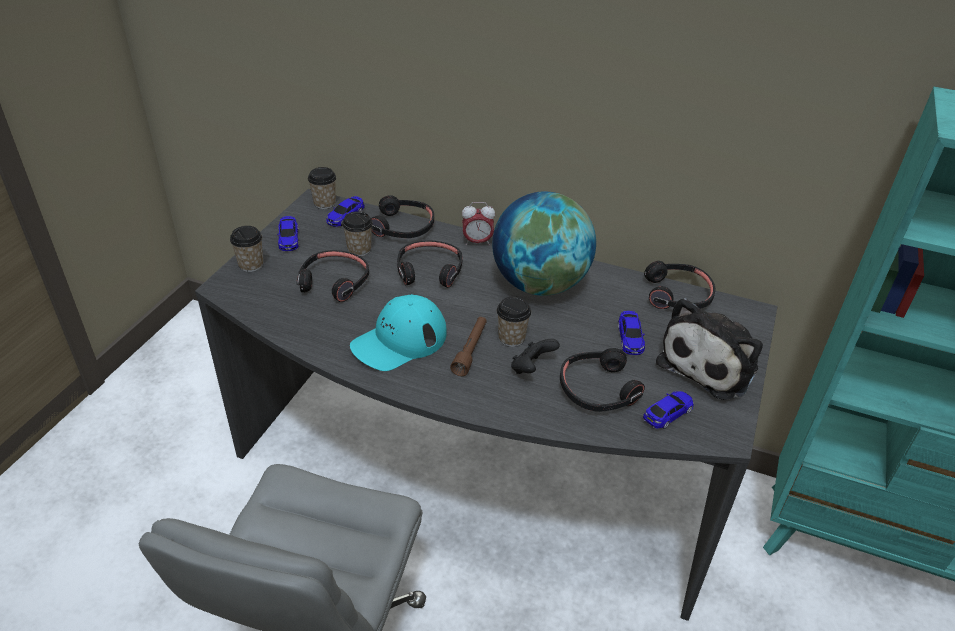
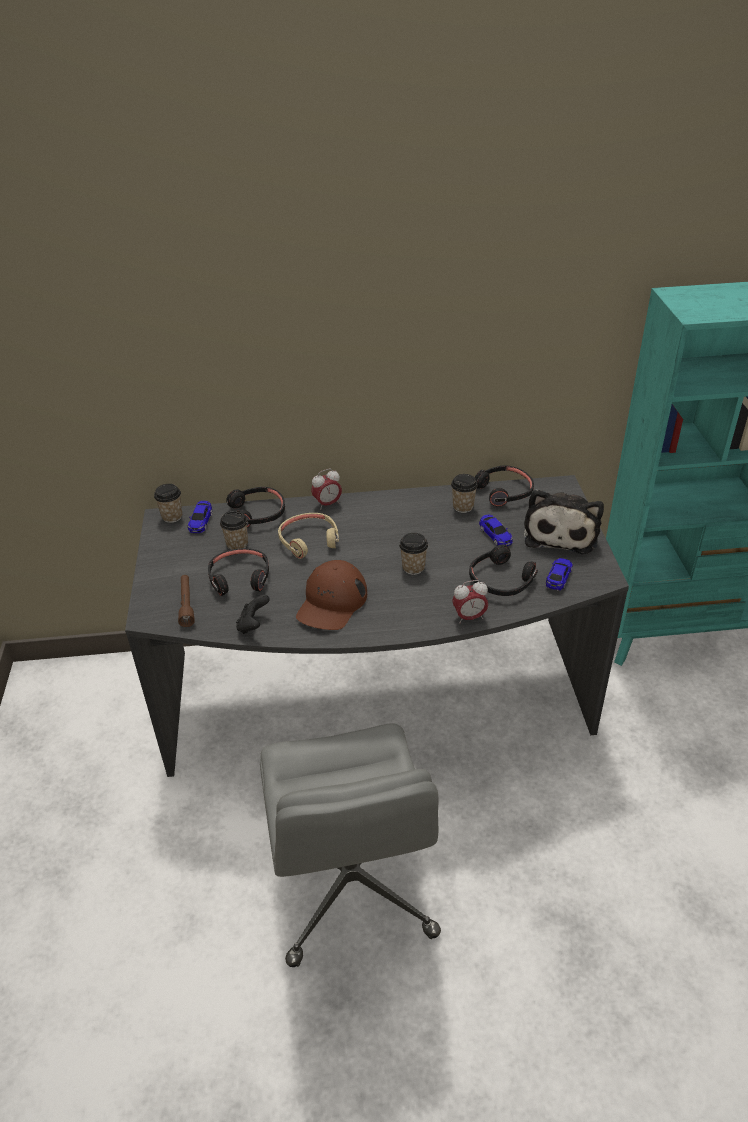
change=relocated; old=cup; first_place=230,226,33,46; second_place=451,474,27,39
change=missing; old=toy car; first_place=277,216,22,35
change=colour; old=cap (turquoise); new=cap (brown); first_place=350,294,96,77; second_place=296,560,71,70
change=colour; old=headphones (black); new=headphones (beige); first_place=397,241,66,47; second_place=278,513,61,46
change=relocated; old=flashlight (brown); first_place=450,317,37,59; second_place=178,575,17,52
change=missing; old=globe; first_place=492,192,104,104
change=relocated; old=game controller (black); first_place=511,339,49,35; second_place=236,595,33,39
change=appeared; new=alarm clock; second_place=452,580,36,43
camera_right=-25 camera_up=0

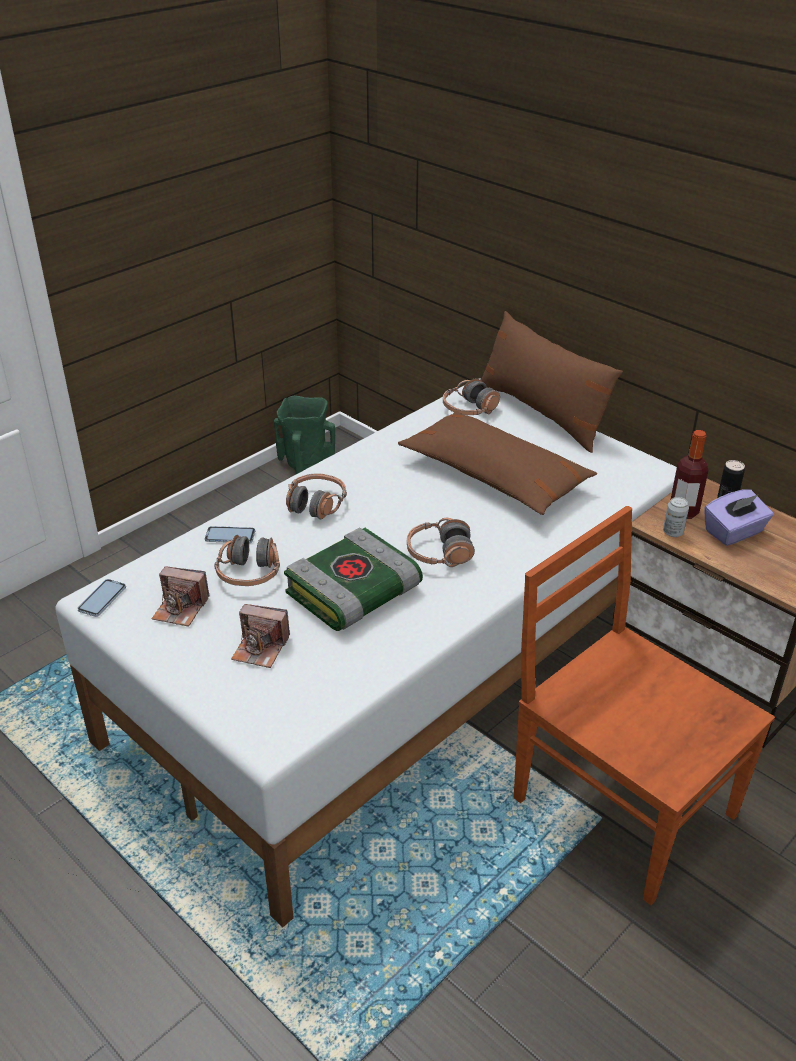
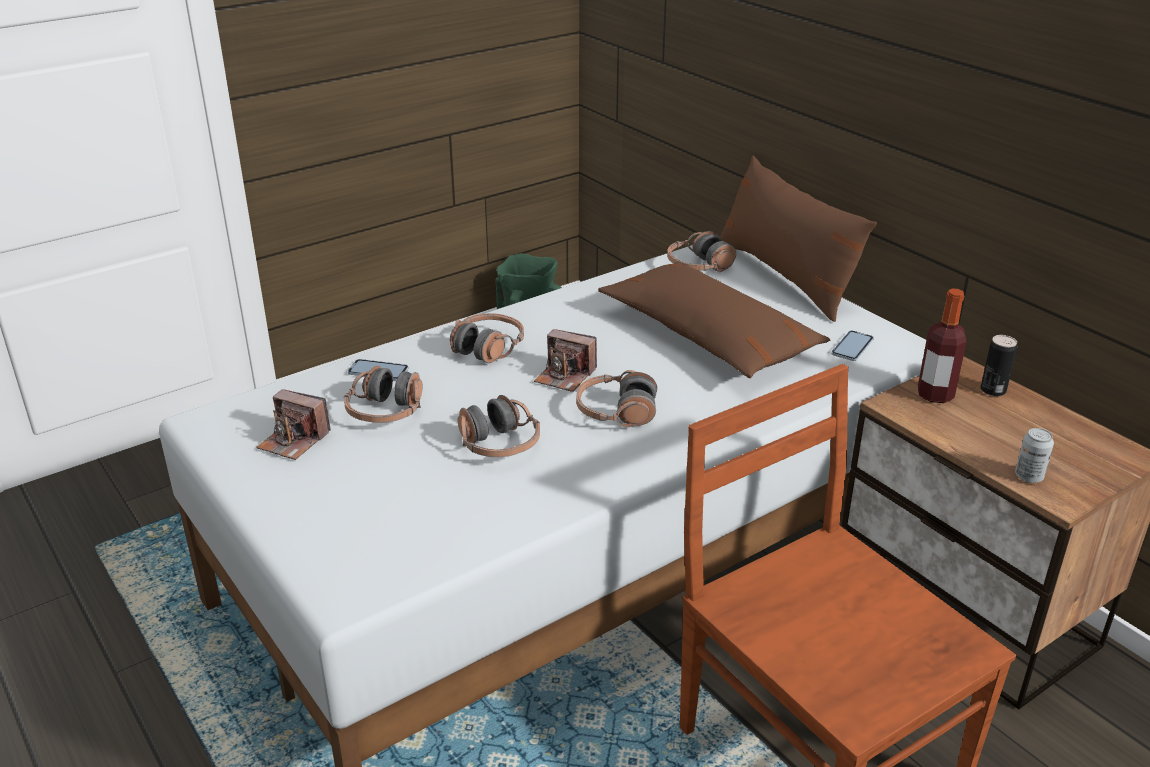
change=relocated; old=phone; first_place=77,579,49,38; second_place=831,330,43,31
change=relocated; old=photo camera; first_place=231,604,59,64; second_place=534,329,63,63
change=exchanged; old=book; new=headphones; first_place=284,527,139,104; second_place=458,395,82,62
change=relocated; old=can; first_place=663,497,26,40; second_place=1015,428,39,55
change=missing; old=tissue box (purple); first_place=704,489,70,57
camera_right=10 camera_up=-5

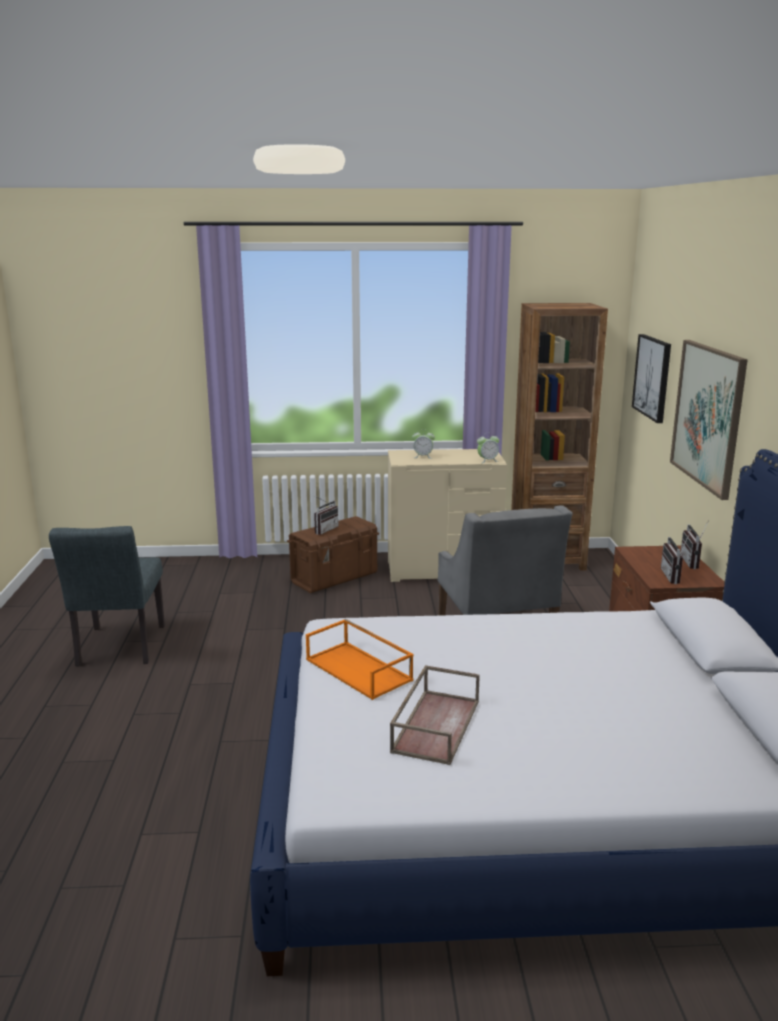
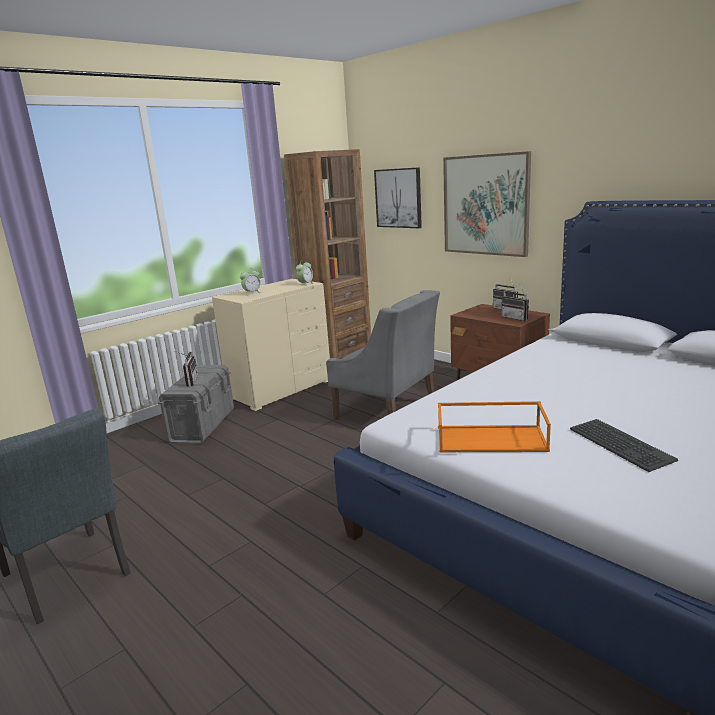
change=colour; old=storage box (brown); new=storage box (grey); first_place=287,516,92,77; second_place=158,365,76,79
change=exchanged; old=tray (brown); new=keyboard; first_place=390,665,90,100; second_place=570,419,108,53
camera_right=-40 camera_up=0

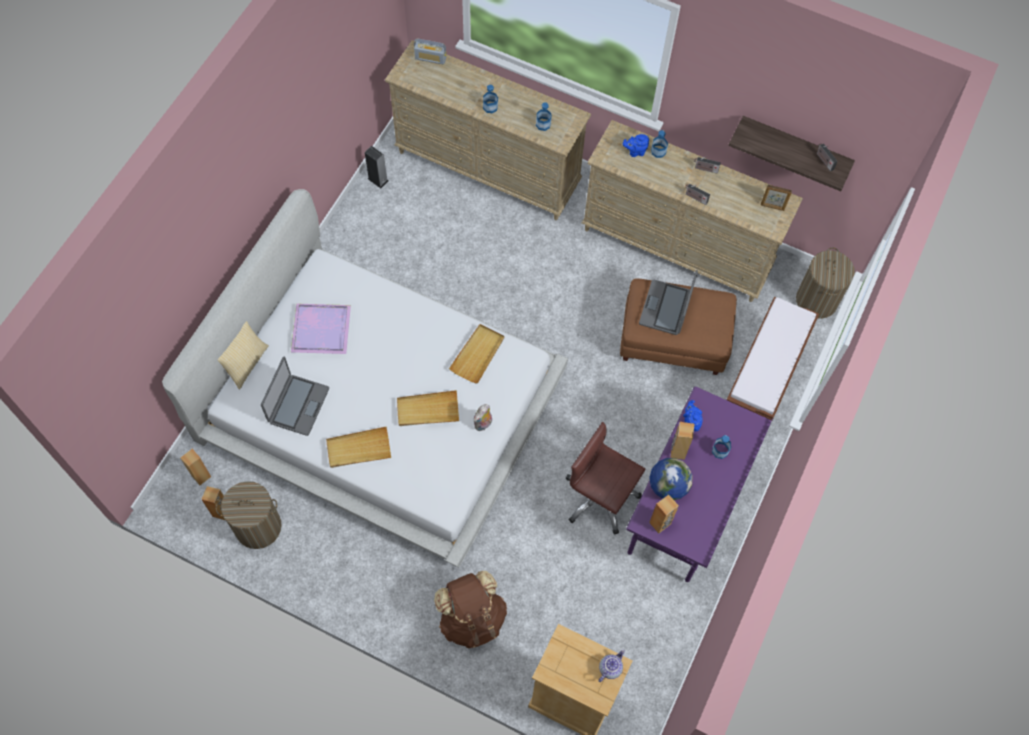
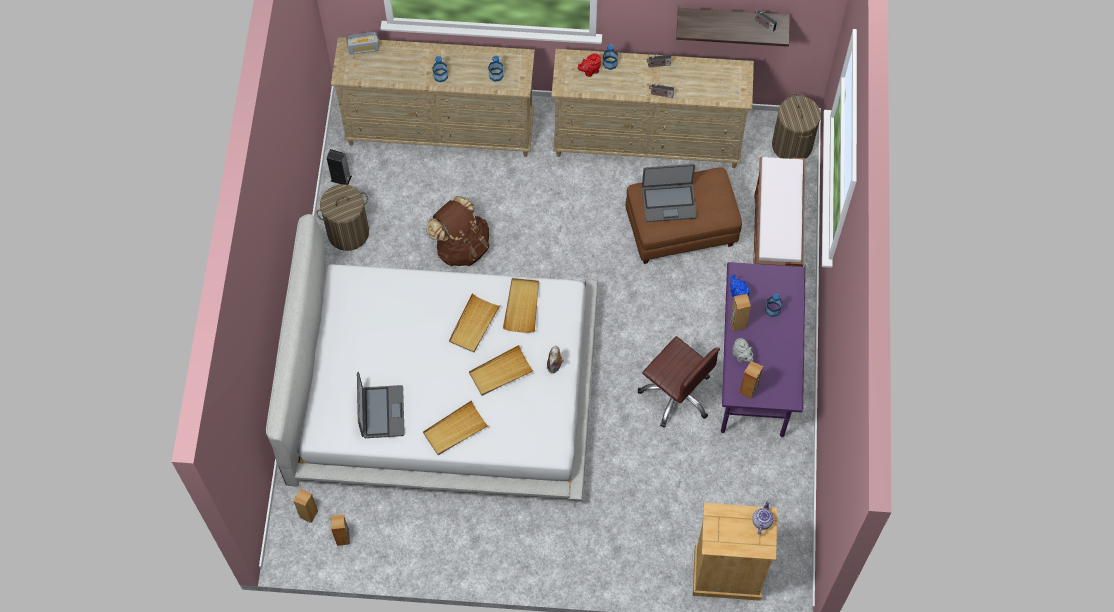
change=relocated; old=laundry basket; first_place=216,481,66,68; second_place=316,184,53,67
change=missing; old=pillow; first_place=218,321,51,69
change=missing; old=tray (purple); first_place=291,303,60,51
change=relocated; old=backpack (brown); first_place=434,571,73,78; second_place=426,196,63,70
change=spun; old=office chair (brown); first_place=566,422,79,113; second_place=638,336,82,92; degrees=-150
change=colour; old=teapot (blue); new=teapot (red); first_place=623,134,26,23; second_place=578,53,23,24
change=spun; old=laptop; first_place=639,270,59,65; second_place=642,164,55,58; degrees=-90
change=exchanged; old=globe; new=teapot (grey); first_place=649,458,44,42; second_place=733,338,21,24
change=missing; old=picture frame; first_place=761,185,31,26
change=appeared; new=tray (beige); second_place=449,293,52,60
camera_right=-20 camera_up=0

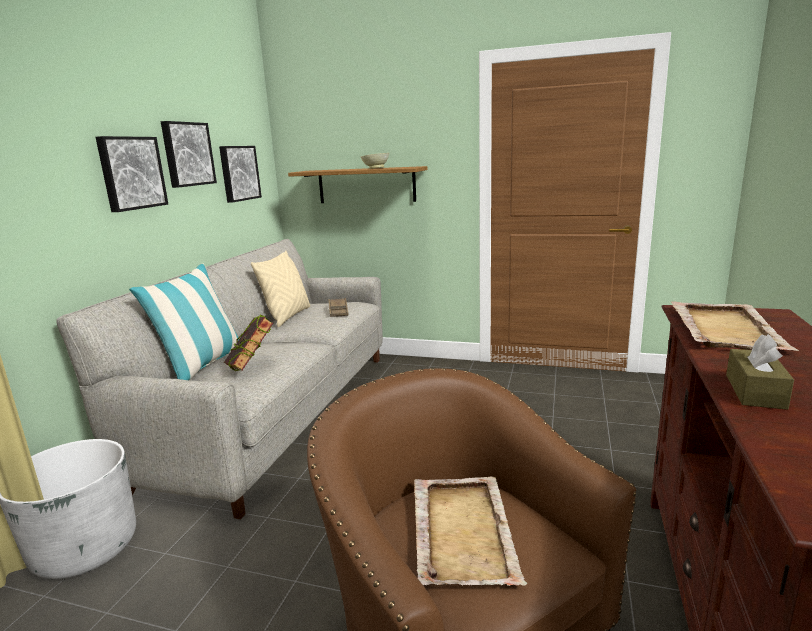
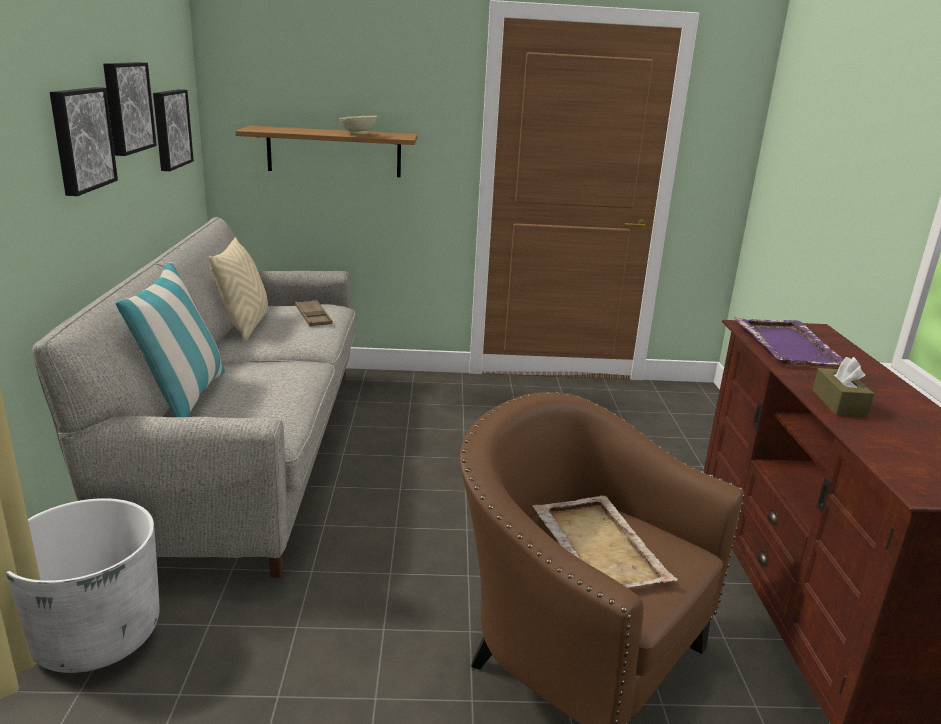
change=missing; old=book; first_place=224,315,49,56
change=colour; old=tray (beige); new=tray (purple); first_place=671,301,128,50; second_place=734,317,110,50
camera_right=-20 camera_up=5

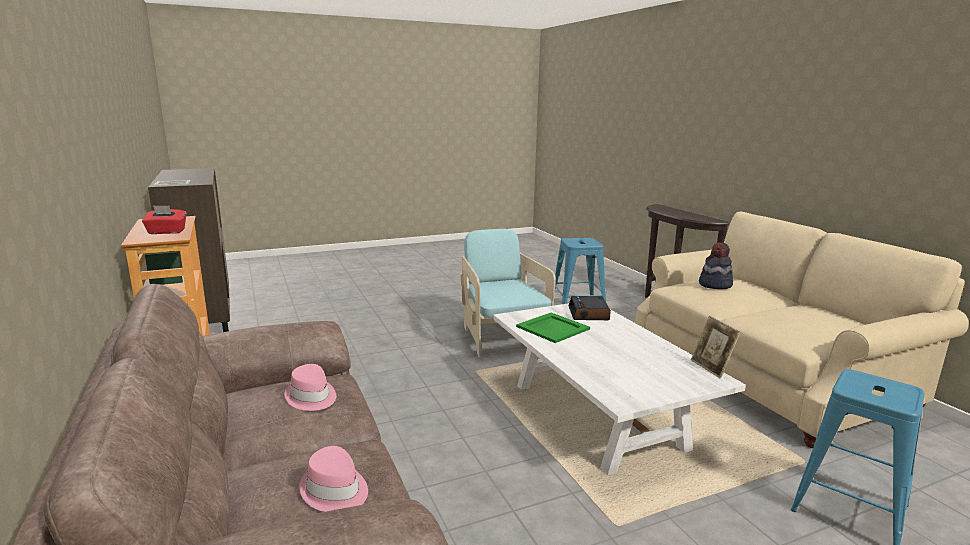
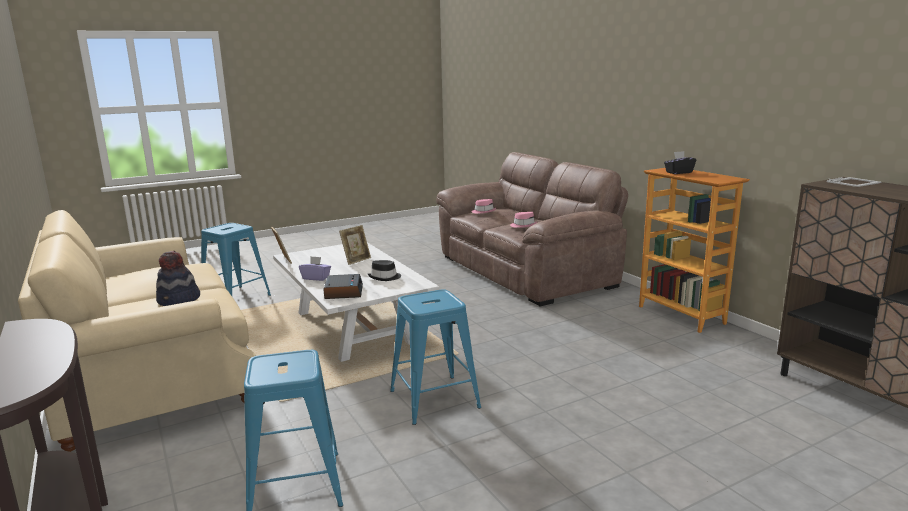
change=colour; old=tissue box (red); new=tissue box (black); first_place=142,205,44,29; second_place=664,151,32,23
change=exchanged; old=armchair (turquoise); new=stool (blue); first_place=461,229,95,129; second_place=390,289,91,136
change=exchanged; old=tray (green); new=hat (black); first_place=516,313,74,30; second_place=368,260,33,21
change=appeared; new=tissue box (purple); second_place=299,256,32,25
change=appeared; new=picture frame; second_place=339,225,32,40
camera_right=175 camera_up=0

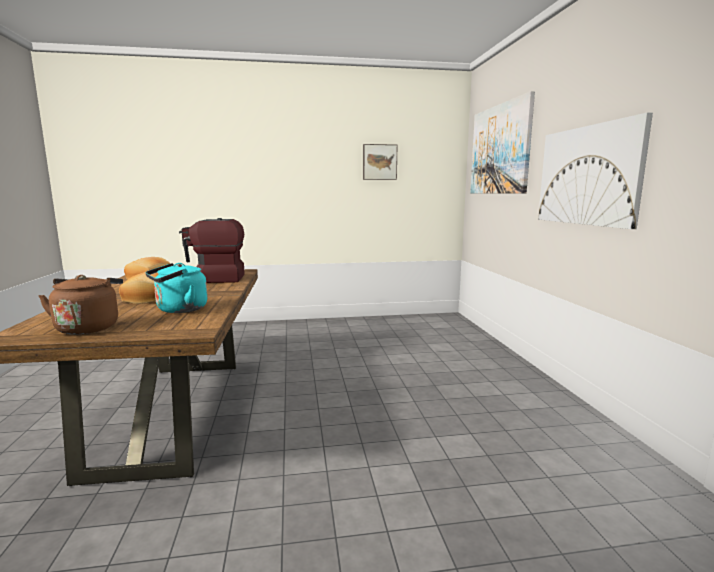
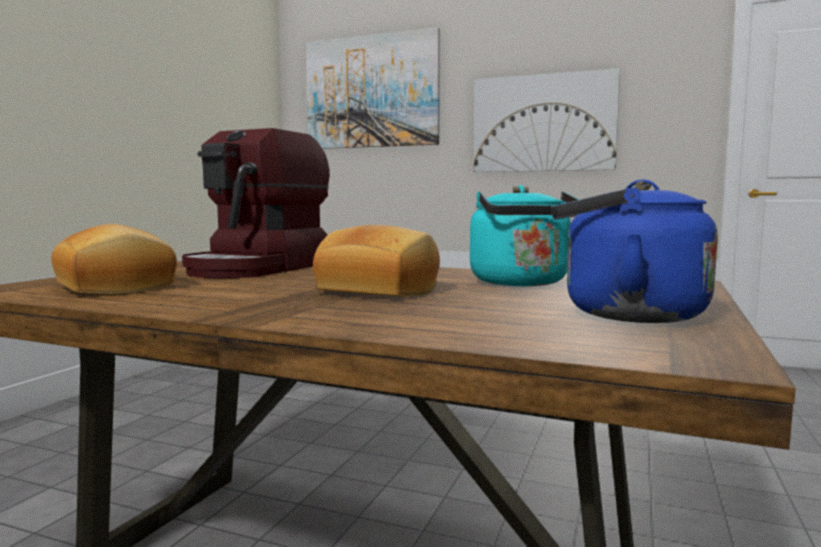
change=colour; old=kettle (brown); new=kettle (blue); first_place=39,275,84,59; second_place=551,180,167,143
change=missing; old=picture; first_place=363,144,34,36
camera_right=-60 camera_up=-5

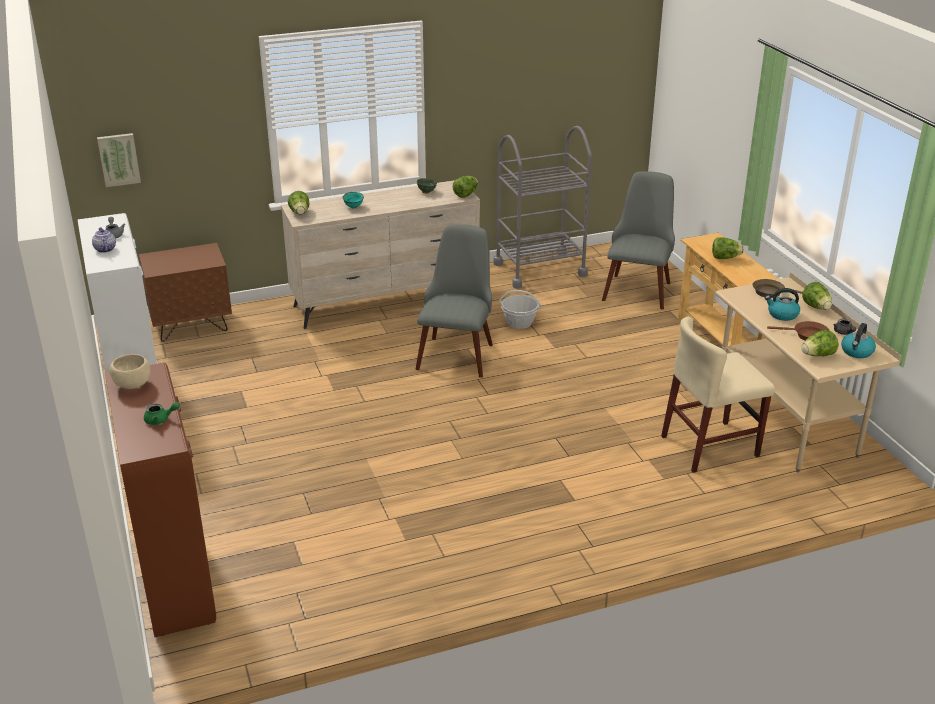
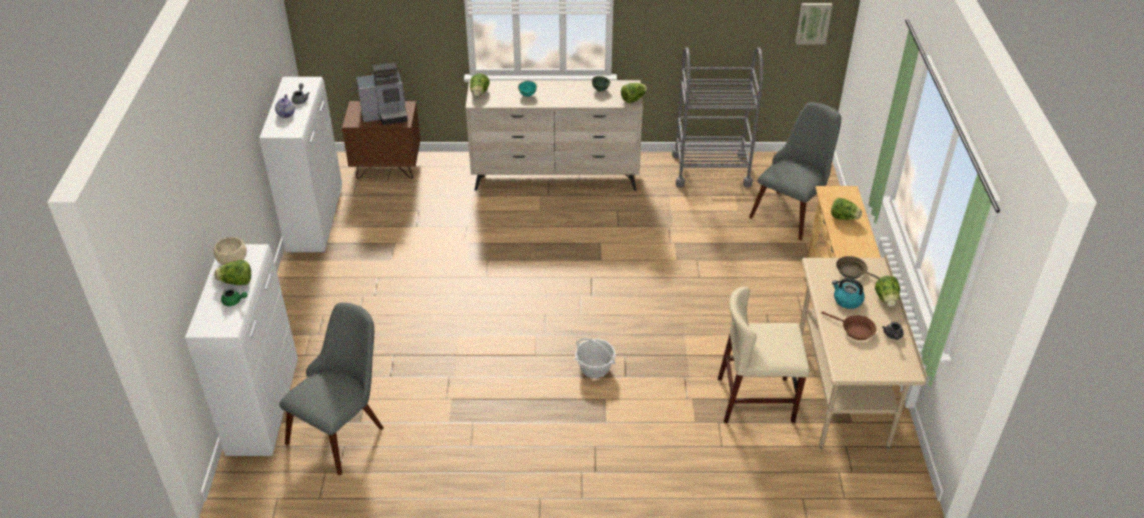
change=relocated; old=picture; first_place=97,133,44,54; second_place=796,3,36,42
change=colour; old=cabinet (brown); new=cabinet (white); first_place=105,363,111,274; second_place=185,244,113,212
change=relocated; old=chair (grey); first_place=416,224,77,154; second_place=279,302,105,173
change=relocated; old=basket; first_place=499,290,43,39; second_place=575,338,41,41
change=relocated; old=lettuce; first_place=801,330,38,26; second_place=214,260,37,25
change=missing; old=kettle; first_place=841,323,35,35
change=appeared; new=coffee machine; second_place=356,63,52,62
camera_right=20 camera_up=10

